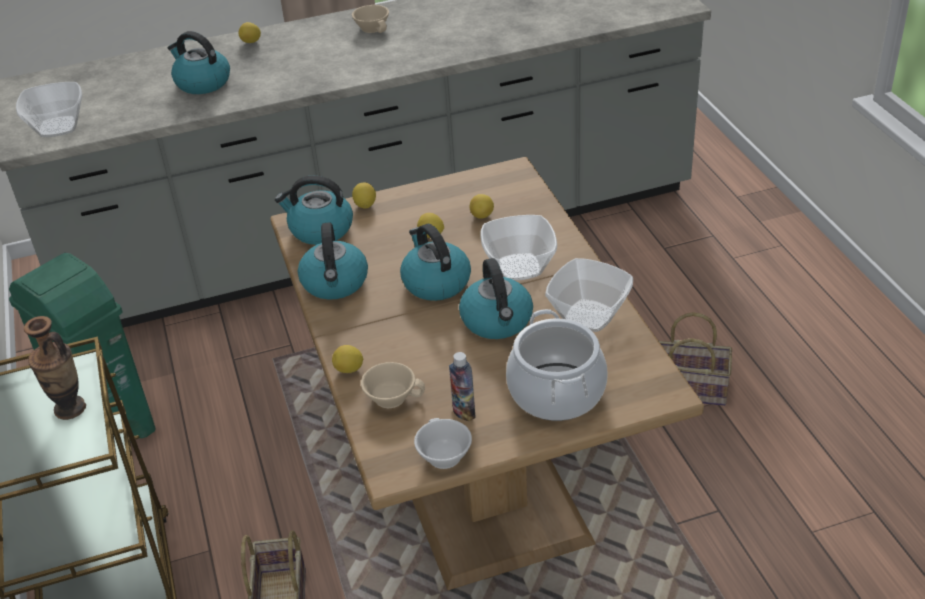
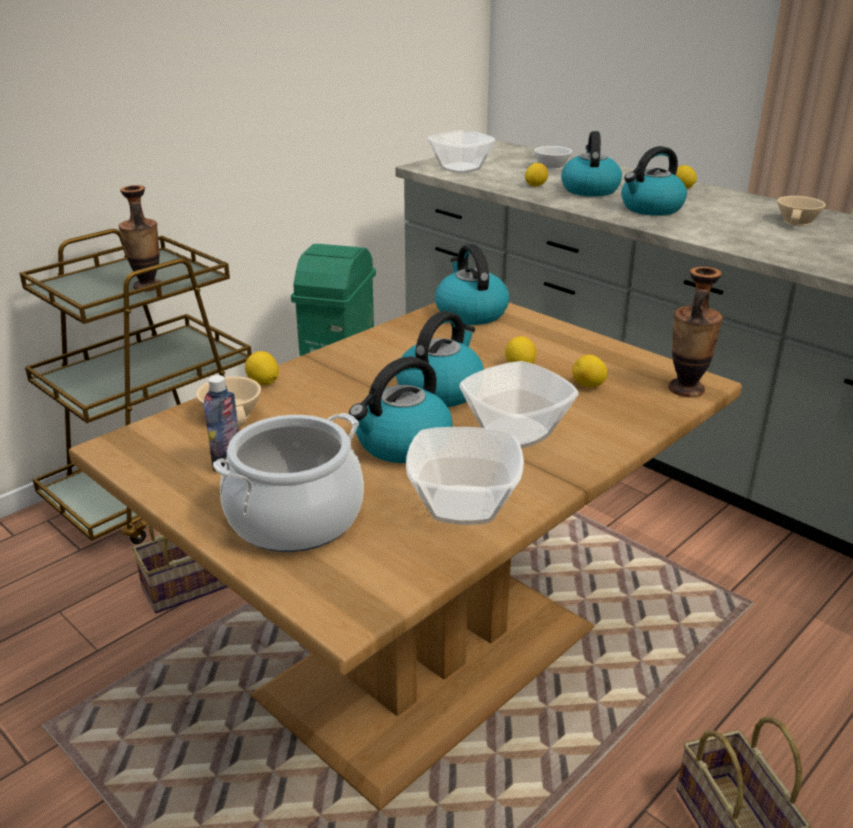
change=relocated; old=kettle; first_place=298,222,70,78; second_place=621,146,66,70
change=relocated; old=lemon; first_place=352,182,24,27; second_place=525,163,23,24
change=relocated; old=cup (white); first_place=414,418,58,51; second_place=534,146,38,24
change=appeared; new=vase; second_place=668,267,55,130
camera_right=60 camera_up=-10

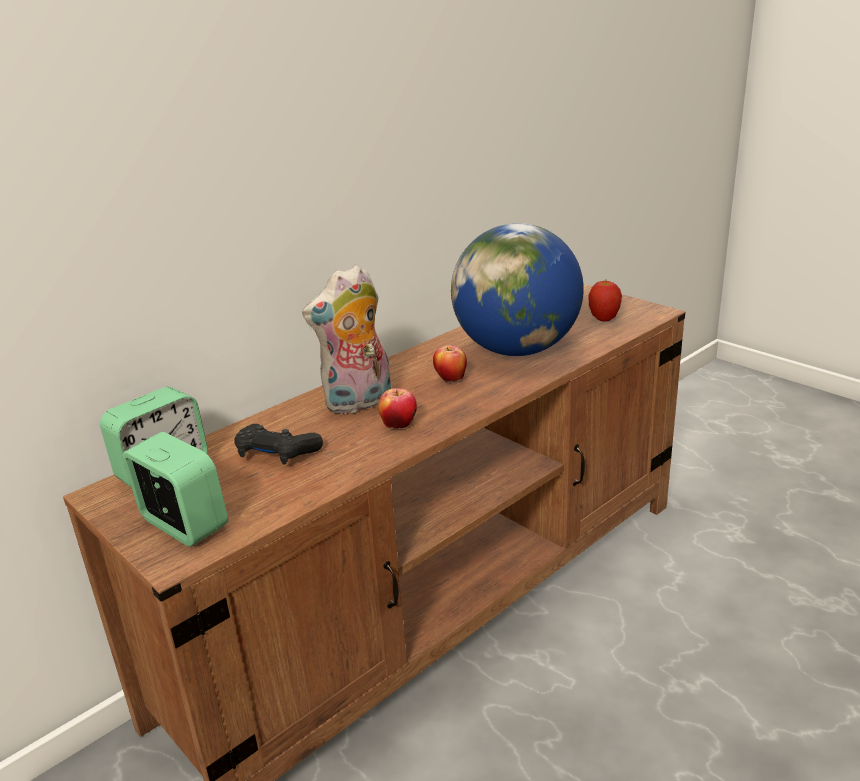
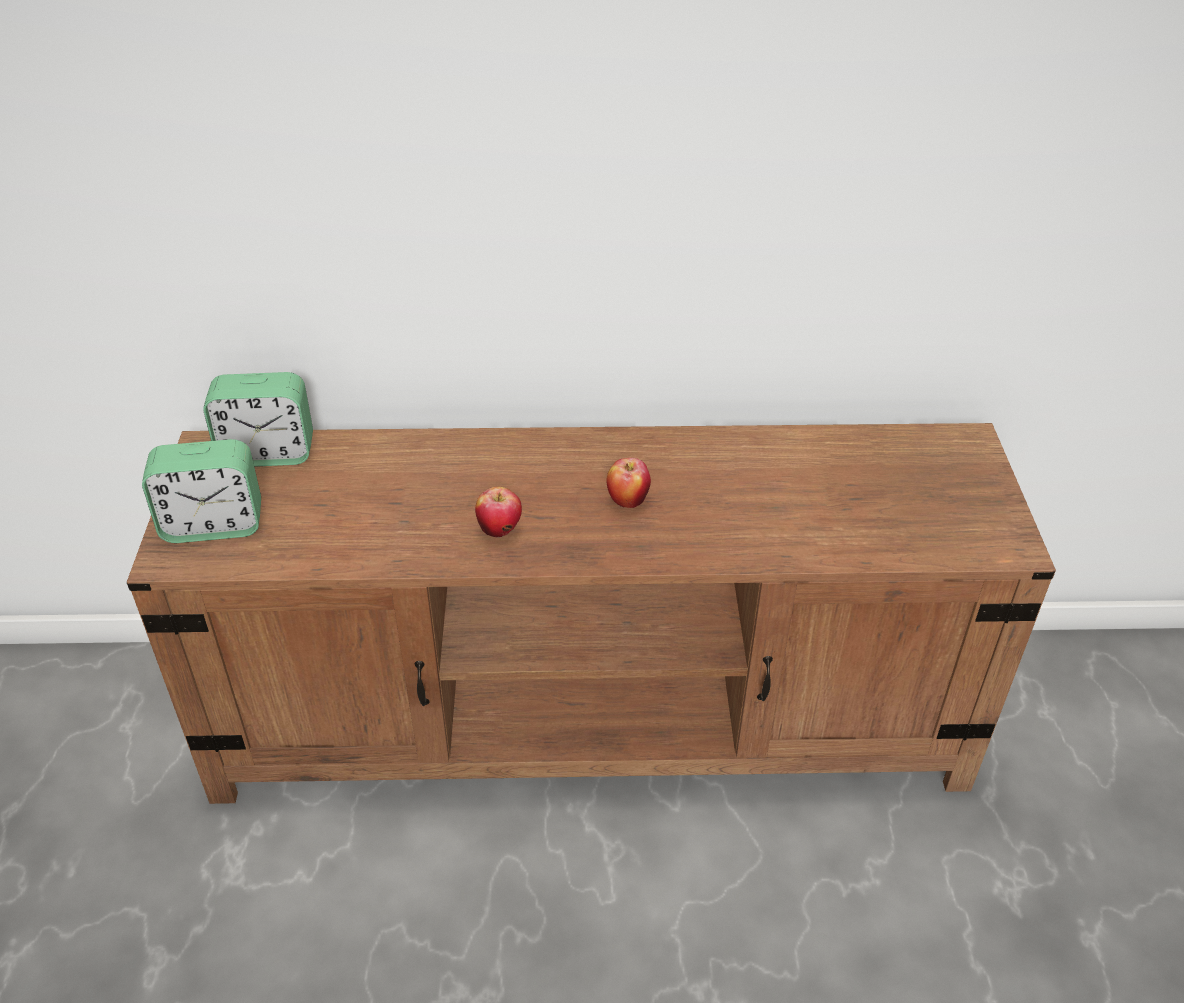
change=spun; old=alarm clock; first_place=123,432,105,114; second_place=142,439,119,104; degrees=90
change=missing; old=game controller (black); first_place=234,424,89,41
change=missing; old=plush toy; first_place=302,264,89,151
change=missing; old=globe; first_place=451,223,133,133
change=missing; old=apple; first_place=588,281,34,41
camera_right=40 camera_up=15

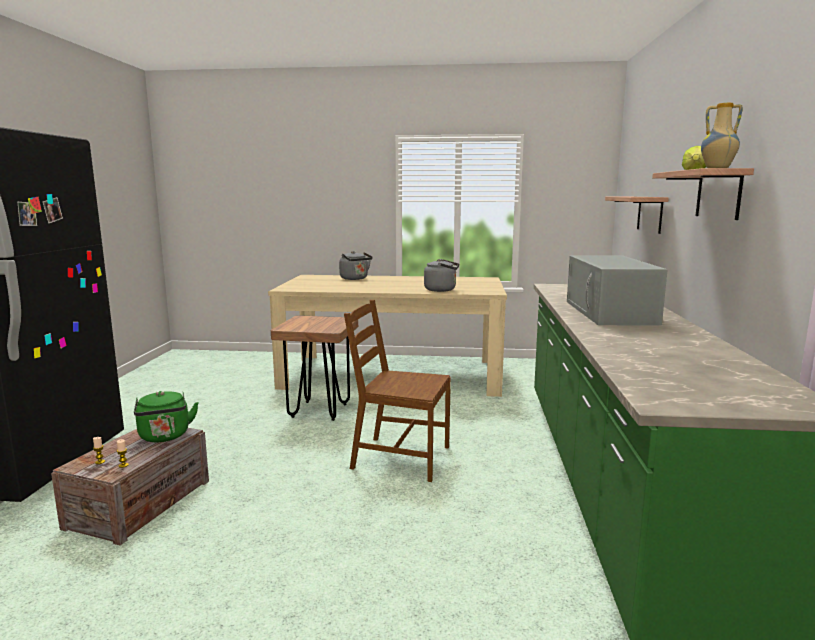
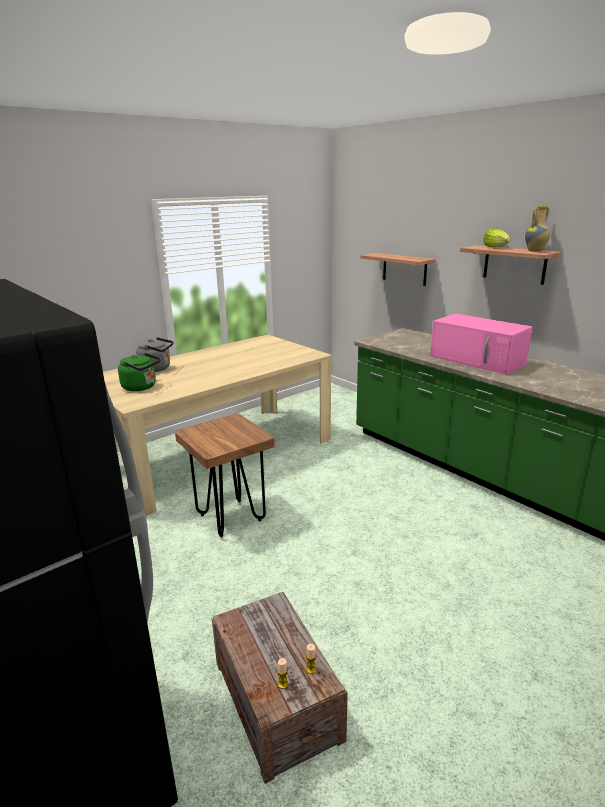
change=relocated; old=kettle (green); first_place=134,391,65,51; second_place=118,353,43,38
change=missing; old=chair (brown); first_place=344,300,107,182
change=missing; old=kettle (grey); first_place=424,259,35,33
change=colour; old=microwave (grey); new=microwave (pink); first_place=567,255,101,71; second_place=430,314,103,61
camera_right=-45 camera_up=10

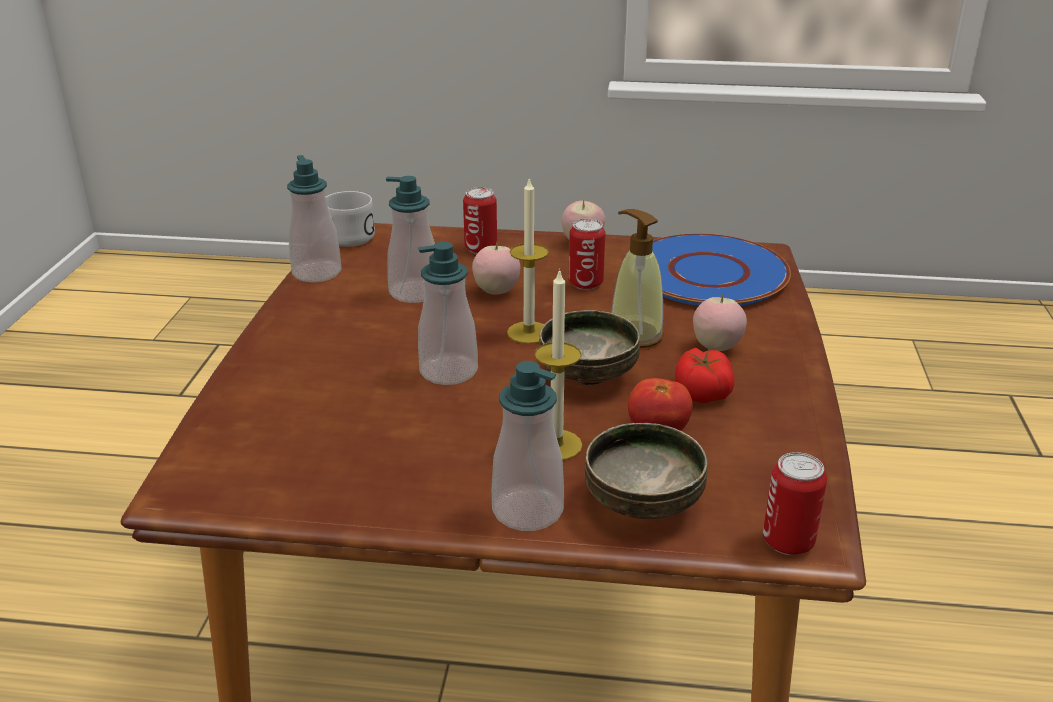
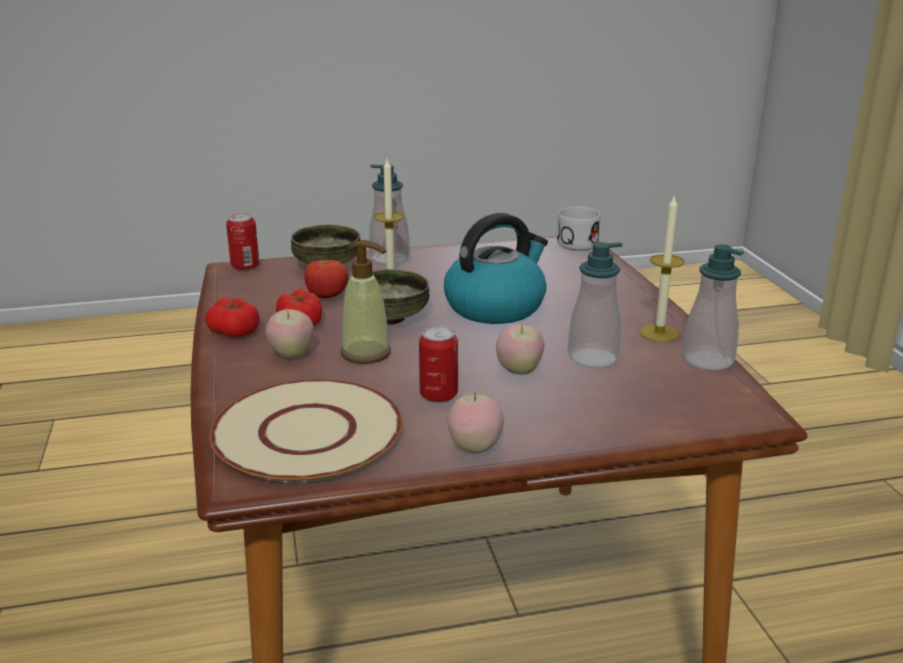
change=relocated; old=mug (white); first_place=326,191,49,56; second_place=557,207,44,44
change=exchanged; old=soap dispenser; new=kettle; first_place=418,242,60,143; second_place=444,213,104,111
change=missing; old=can; first_place=463,187,34,67
change=relocated; old=candle; first_place=507,178,42,166; second_place=640,194,44,148
change=colour; old=plate (blue); new=plate (beige); first_place=652,234,139,72; second_place=210,379,193,104
change=appeared; new=tomato; second_place=205,298,55,39
camera_right=160 camera_up=-5

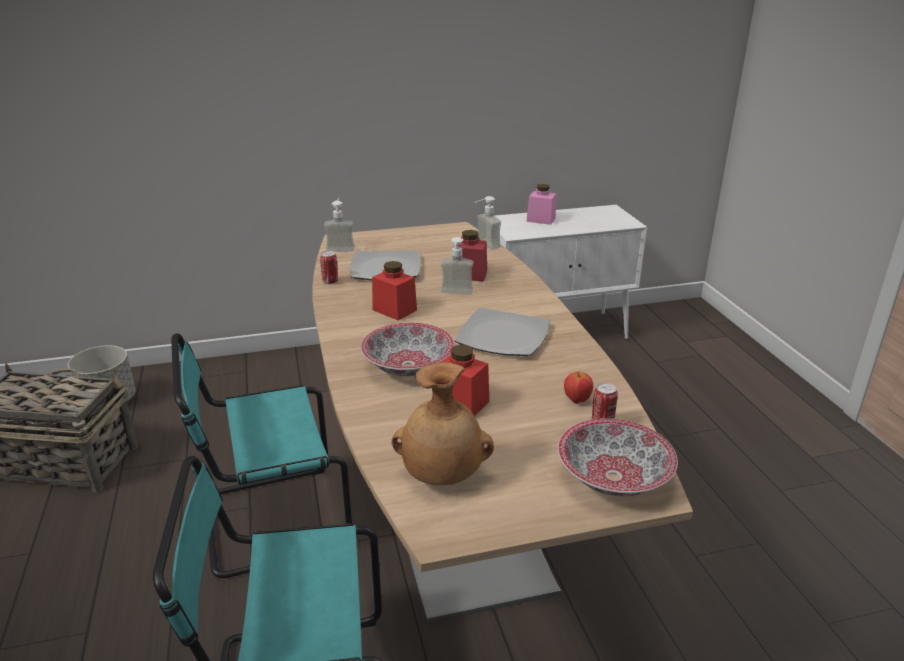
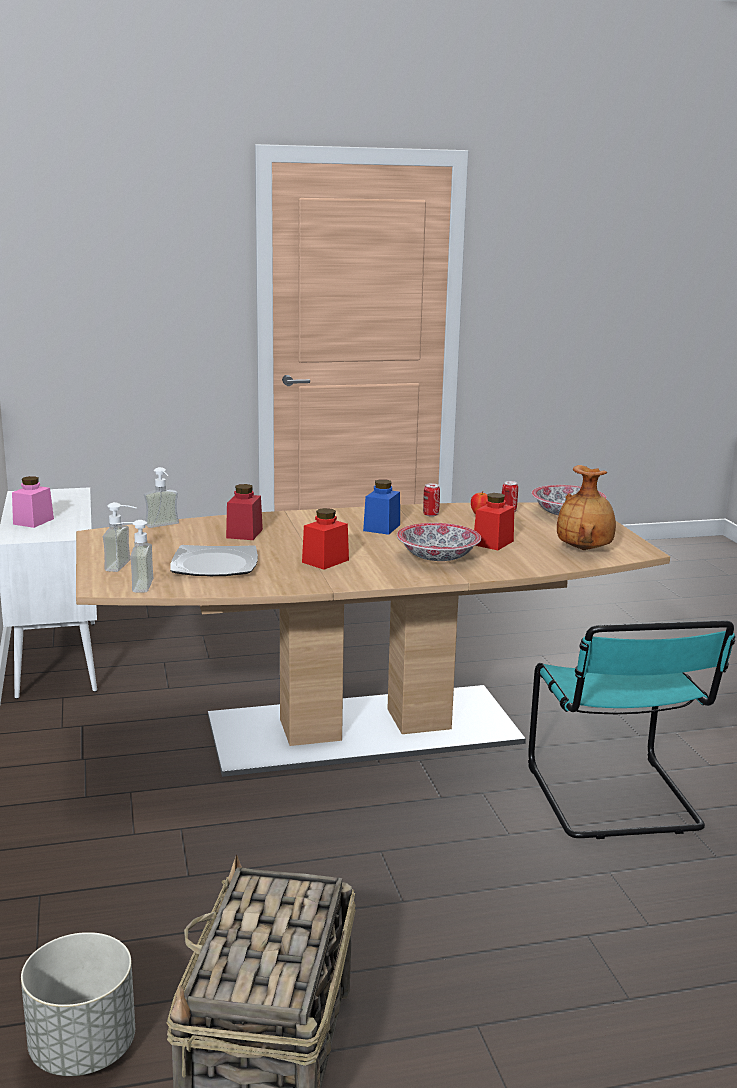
change=missing; old=chair (turquoise); first_place=171,333,181,245
change=relocated; old=can; first_place=320,251,18,33; second_place=423,483,17,34
change=relocated; old=soap dispenser; first_place=441,237,33,57; second_place=103,502,34,70
change=exchanged; old=plate; new=jar (blue); first_place=455,308,95,48; second_place=363,479,37,56
camera_right=-90 camera_up=-10

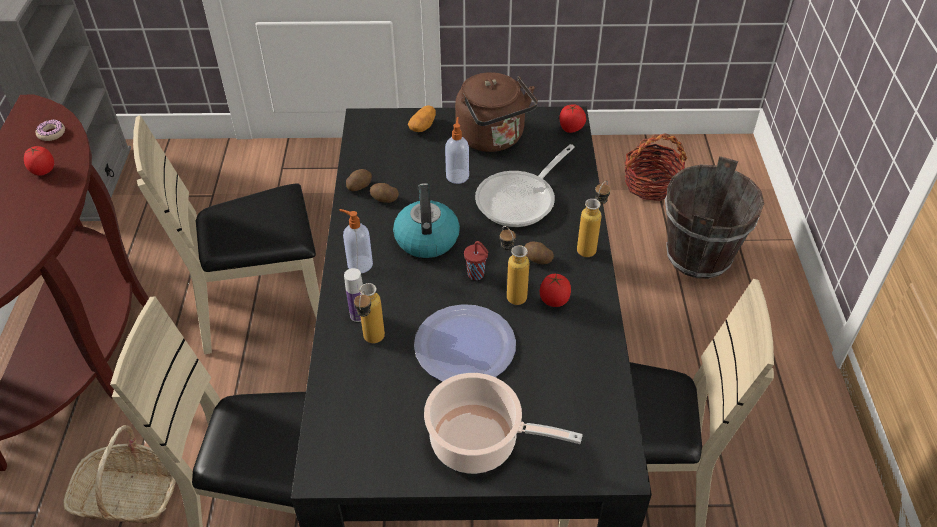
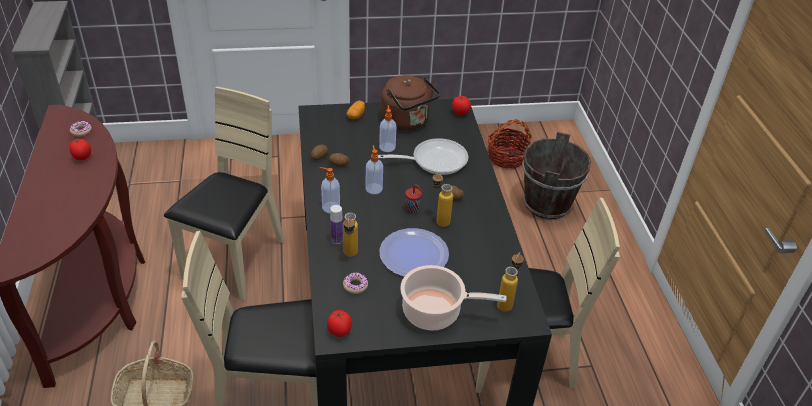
change=spun; old=chair (beige); first_place=133,115,187,240; second_place=164,87,121,214; degrees=135
change=exchanged; old=kettle; new=soap dispenser; first_place=393,183,67,75; second_place=366,145,17,49
change=spun; old=frying pan; first_place=475,144,100,83; second_place=378,138,90,37; degrees=-135
change=relocated; old=tomato; first_place=540,274,31,33; second_place=327,310,25,27
change=relocated; old=bottle; first_place=577,180,33,77; second_place=497,252,27,60
change=appeared; new=donut; second_place=343,272,25,22
camera_right=-10 camera_up=-5

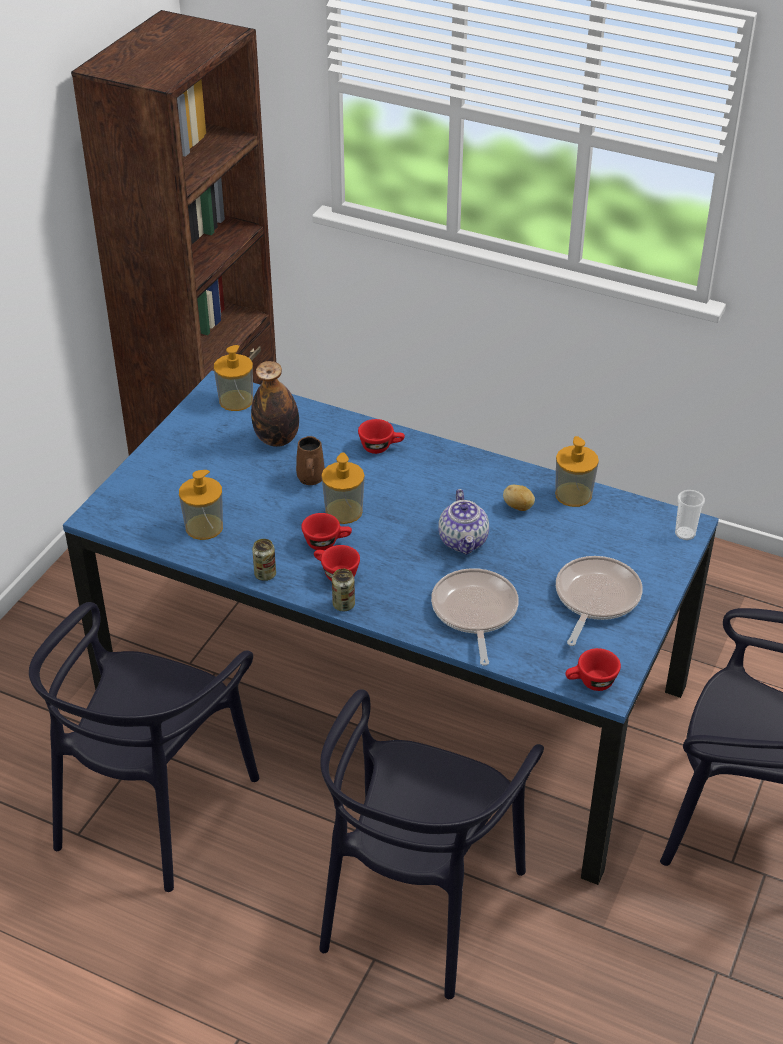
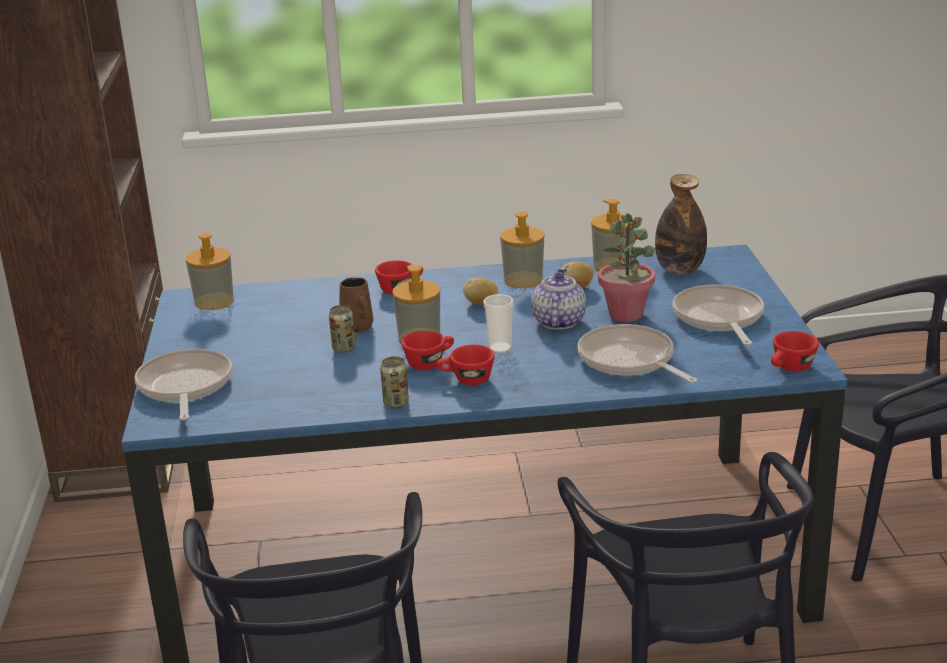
change=relocated; old=soap dispenser; first_place=179,470,44,70; second_place=500,211,44,77
change=relocated; old=bottle; first_place=251,361,48,86; second_place=655,174,52,100
change=relocated; old=can; first_place=332,569,23,43; second_place=329,305,27,48
change=spun; old=teapot; first_place=438,489,51,66; second_place=531,268,55,62; degrees=-135
change=relocated; old=cup; first_place=675,490,30,50; second_place=483,294,30,59
change=appeared; new=frying pan; second_place=134,349,98,72
change=appeared; new=potato; second_place=463,278,35,27
change=appeared; new=potted plant; second_place=598,213,58,109
camera_right=-30 camera_up=-15

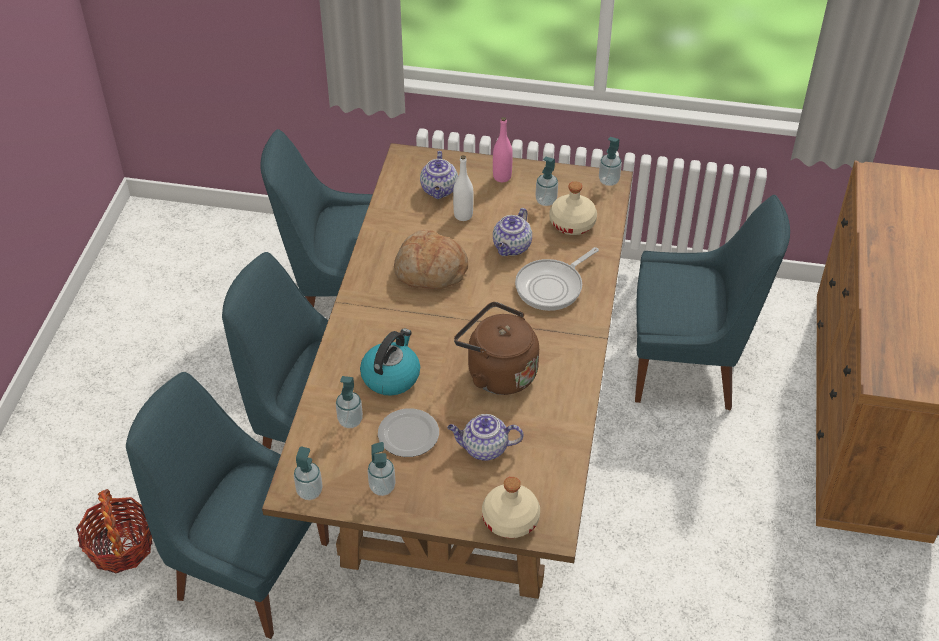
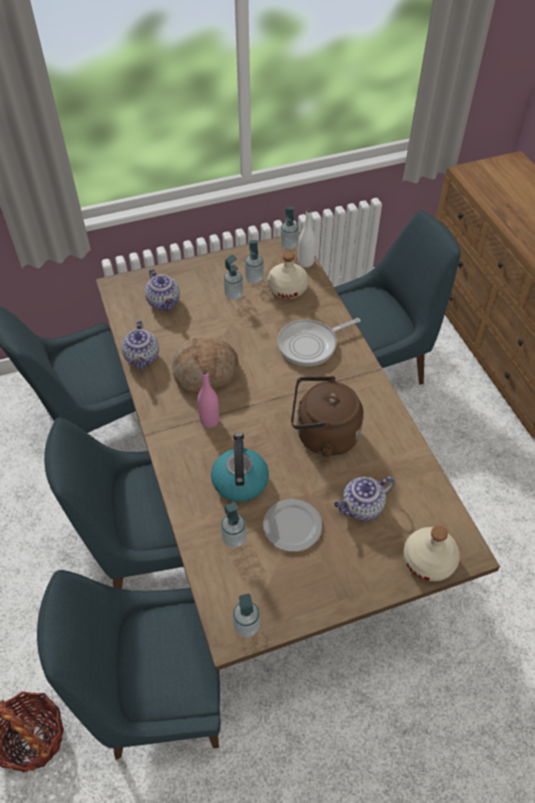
change=relocated; old=soap dispenser; first_place=368,442,28,54; second_place=223,254,20,46
change=relocated; old=bottle (white); first_place=453,155,20,66; second_place=298,209,18,58
change=relocated; old=bottle (pink); first_place=493,117,20,65; second_place=197,369,22,59
change=relocated; old=teapot; first_place=493,208,39,48; second_place=122,320,37,49
change=spun; old=frying pan; first_place=515,247,84,64; second_place=277,318,83,48; degrees=45
camera_right=-30 camera_up=5

